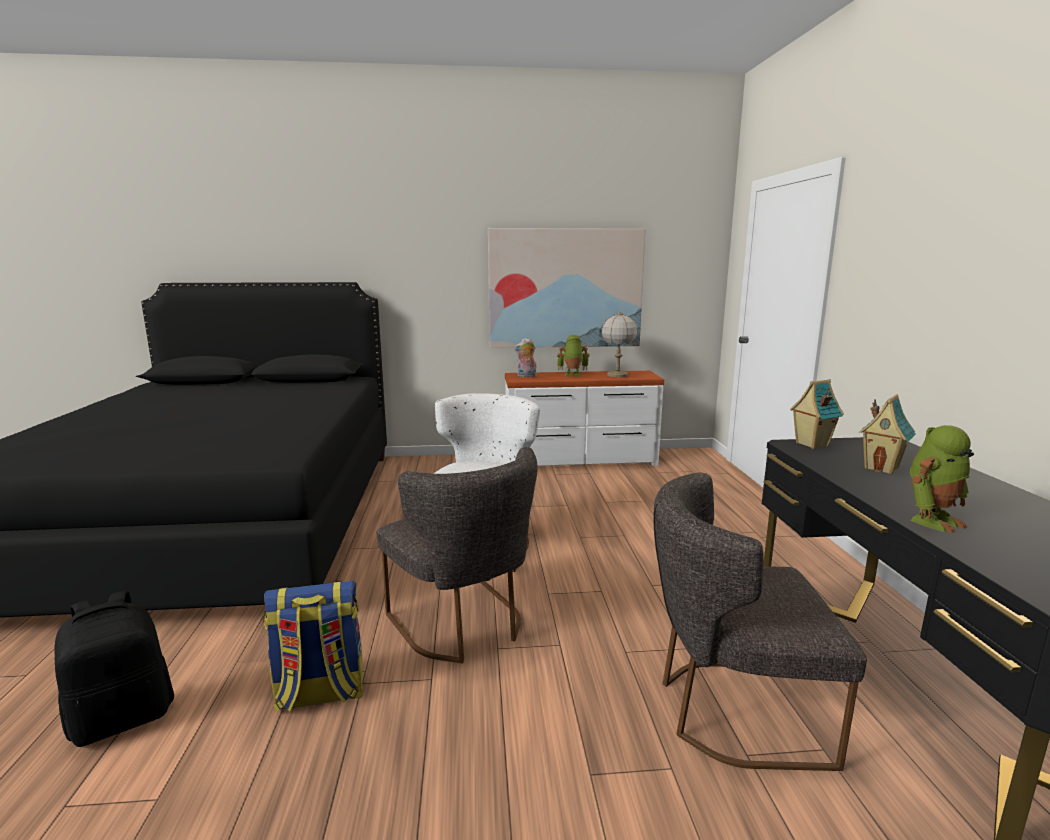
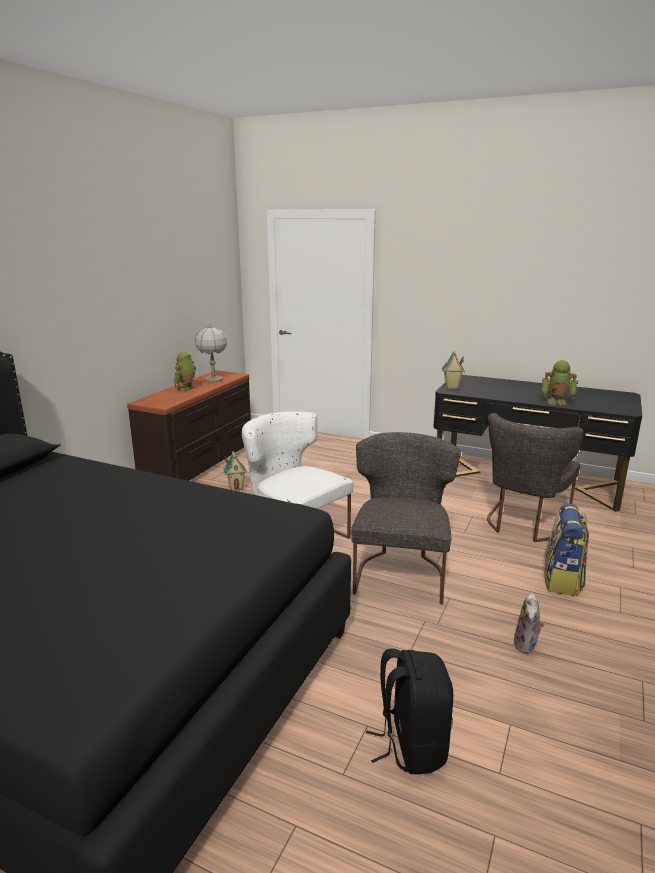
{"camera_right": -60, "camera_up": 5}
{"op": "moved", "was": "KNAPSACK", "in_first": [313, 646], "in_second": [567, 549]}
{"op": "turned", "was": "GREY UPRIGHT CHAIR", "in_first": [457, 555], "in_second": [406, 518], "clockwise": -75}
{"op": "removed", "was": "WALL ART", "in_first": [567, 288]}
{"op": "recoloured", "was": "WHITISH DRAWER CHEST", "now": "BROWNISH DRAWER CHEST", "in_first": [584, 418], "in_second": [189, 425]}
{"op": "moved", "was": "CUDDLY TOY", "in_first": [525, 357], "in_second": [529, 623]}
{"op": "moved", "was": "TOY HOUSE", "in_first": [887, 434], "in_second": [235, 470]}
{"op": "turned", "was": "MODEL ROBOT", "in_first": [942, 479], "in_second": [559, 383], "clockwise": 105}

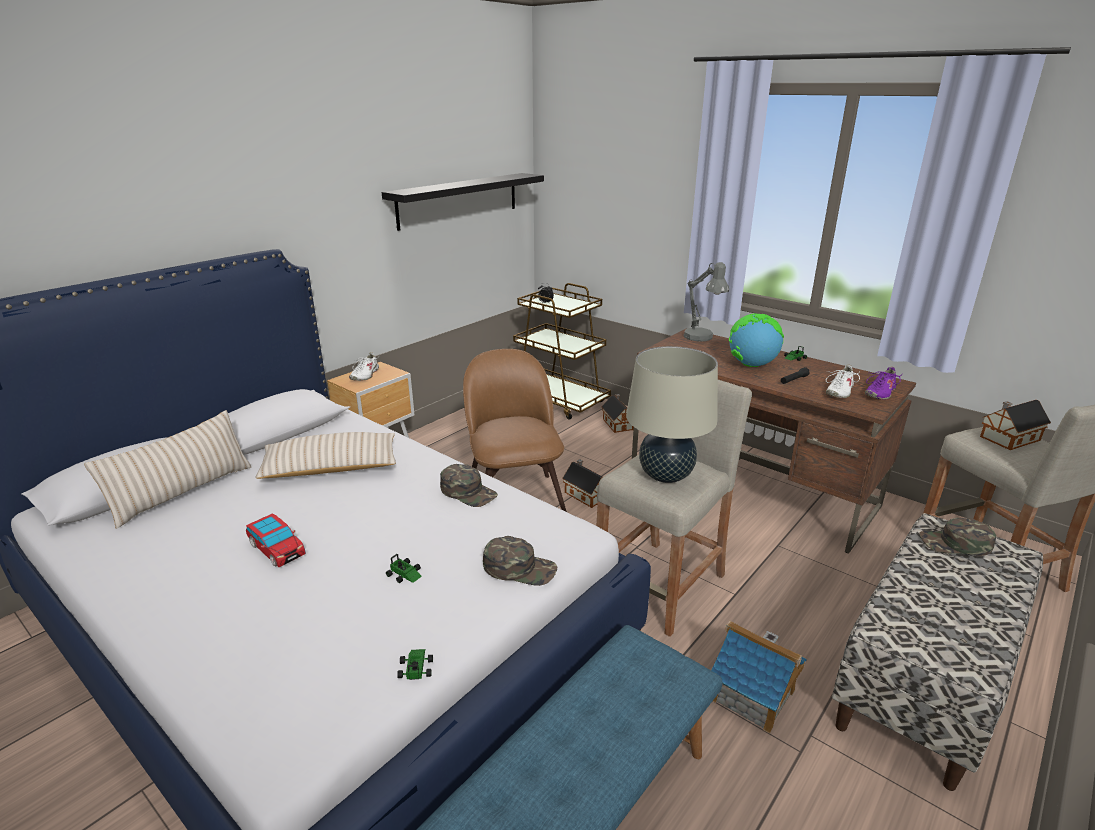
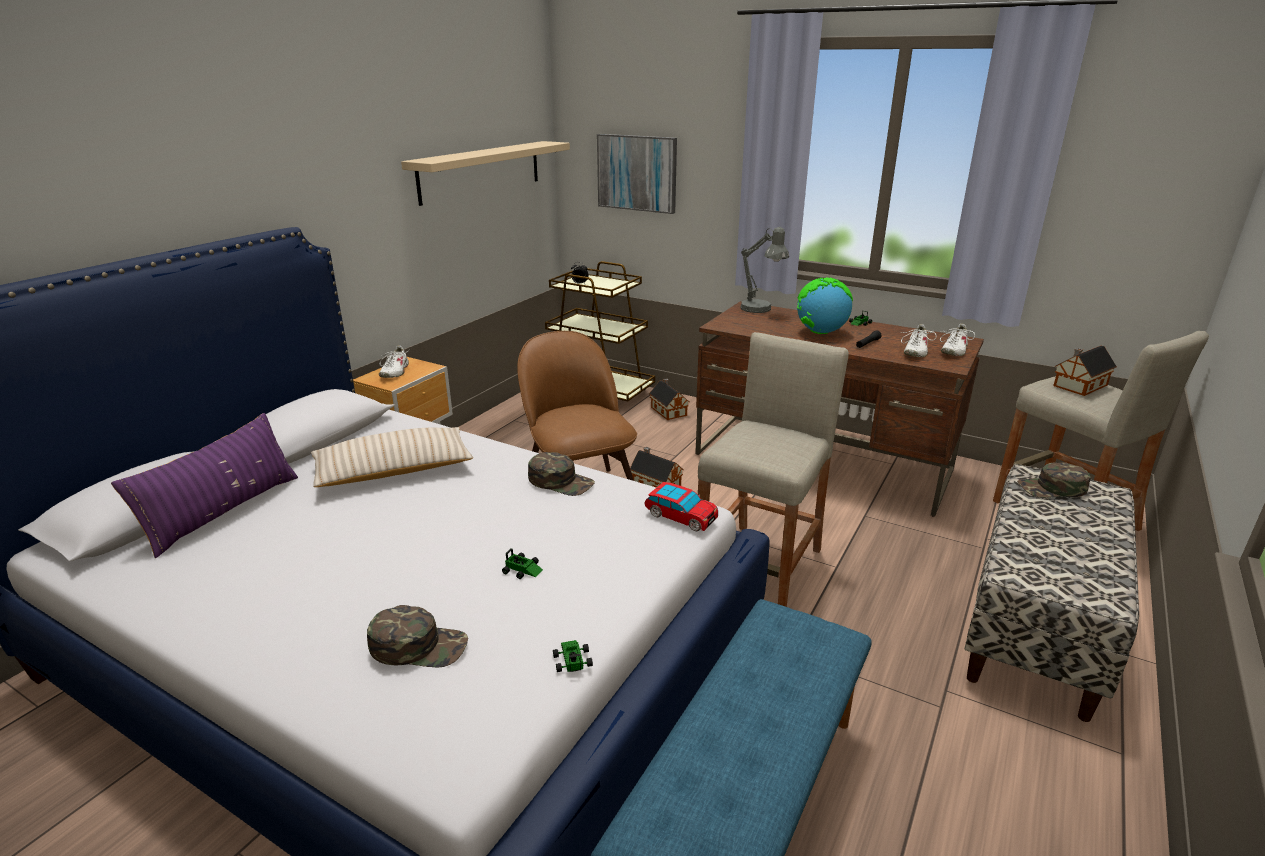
{"camera_right": -10, "camera_up": 0}
{"op": "recoloured", "was": "BEIGE-COLOURED PILLOW", "now": "PURPLE PILLOW", "in_first": [168, 469], "in_second": [204, 485]}
{"op": "moved", "was": "TOY CAR", "in_first": [276, 540], "in_second": [681, 506]}
{"op": "recoloured", "was": "BLACK-COLOURED BRACKET SHELF", "now": "BEIGE-COLOURED BRACKET SHELF", "in_first": [463, 202], "in_second": [485, 173]}
{"op": "moved", "was": "GREEN-COLOURED CAP", "in_first": [520, 561], "in_second": [417, 636]}
{"op": "removed", "was": "BEIGE-COLOURED LAMP FOR A TABLE", "in_first": [672, 414]}
{"op": "removed", "was": "TOY HOUSE", "in_first": [759, 677]}
{"op": "recoloured", "was": "PURPLE SHOE", "now": "WHITISH SHOE", "in_first": [883, 383], "in_second": [957, 339]}
{"op": "added", "now": "WALL ART", "in_second": [637, 174]}

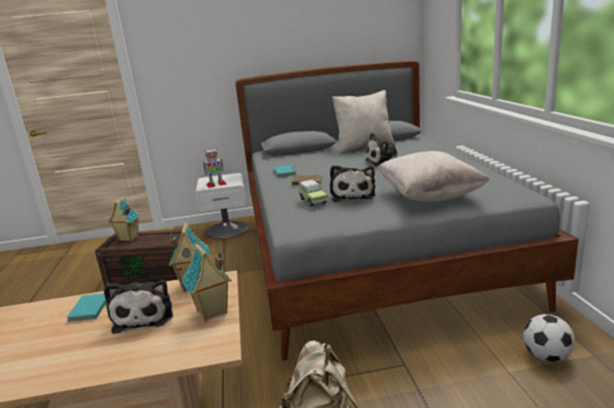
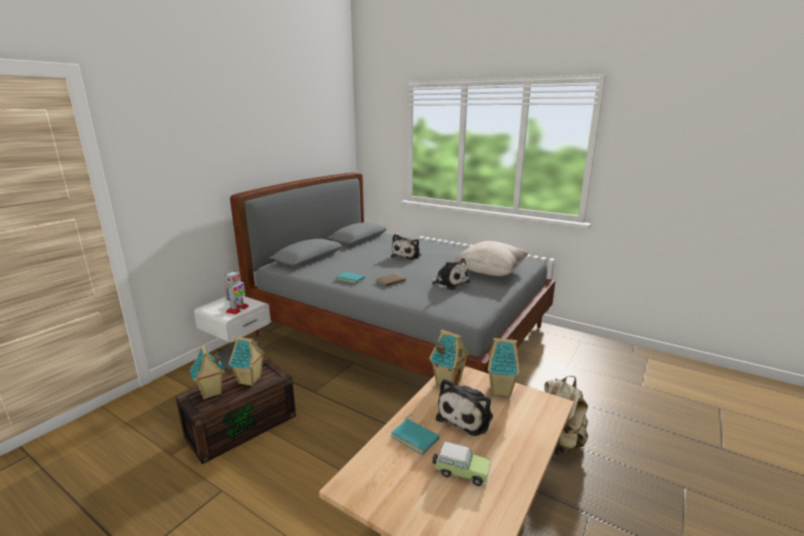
{"camera_right": -50, "camera_up": 0}
{"op": "turned", "was": "CUDDLY TOY", "in_first": [138, 307], "in_second": [464, 407], "clockwise": 90}
{"op": "moved", "was": "TOY CAR", "in_first": [313, 193], "in_second": [461, 464]}
{"op": "removed", "was": "BEIGE-COLOURED PILLOW", "in_first": [363, 122]}
{"op": "removed", "was": "FOOTBALL", "in_first": [549, 338]}
{"op": "added", "now": "TOY HOUSE", "in_second": [247, 361]}

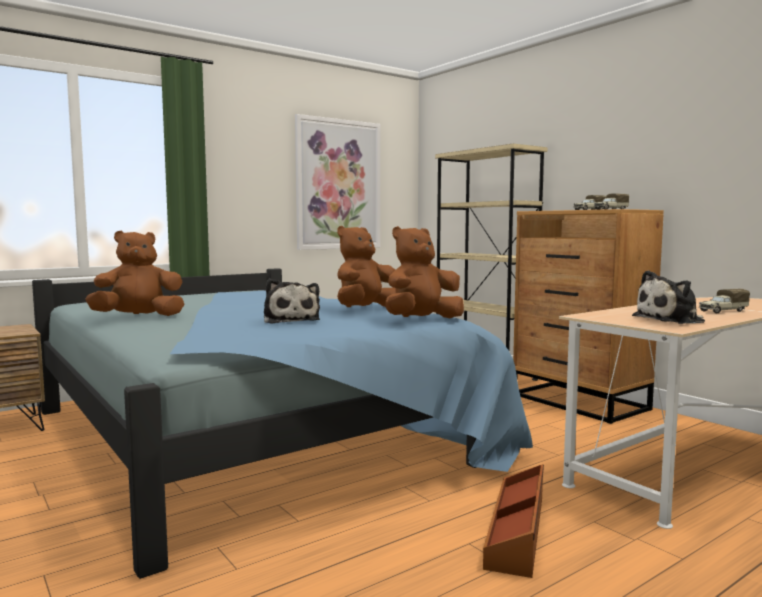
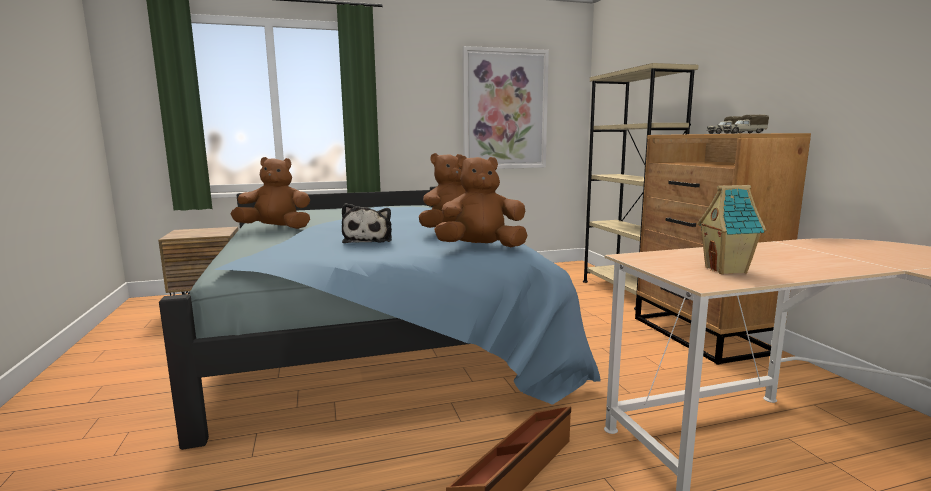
{"camera_right": 20, "camera_up": 5}
{"op": "replaced", "was": "CUDDLY TOY", "now": "TOY HOUSE", "in_first": [668, 297], "in_second": [731, 229]}
{"op": "removed", "was": "TOY TRUCK", "in_first": [724, 301]}

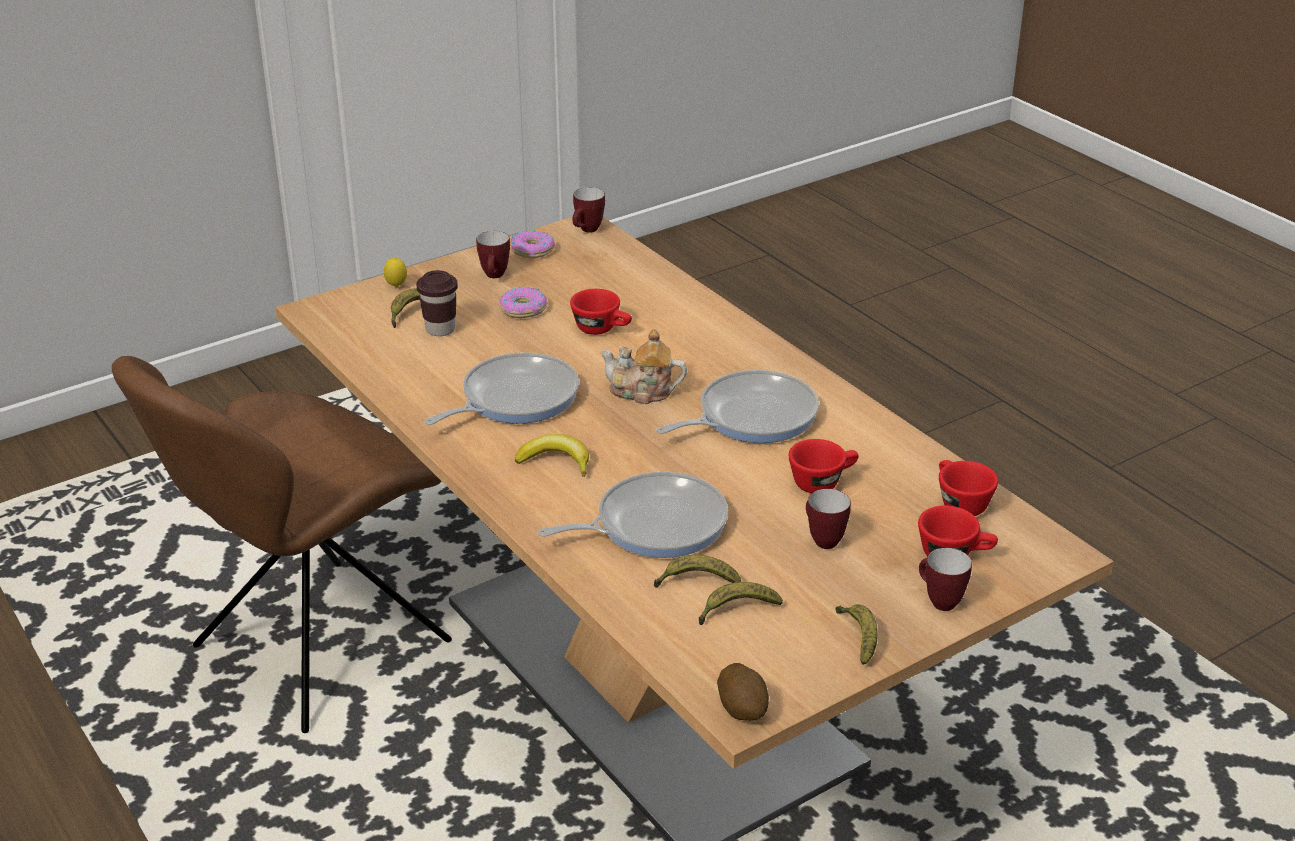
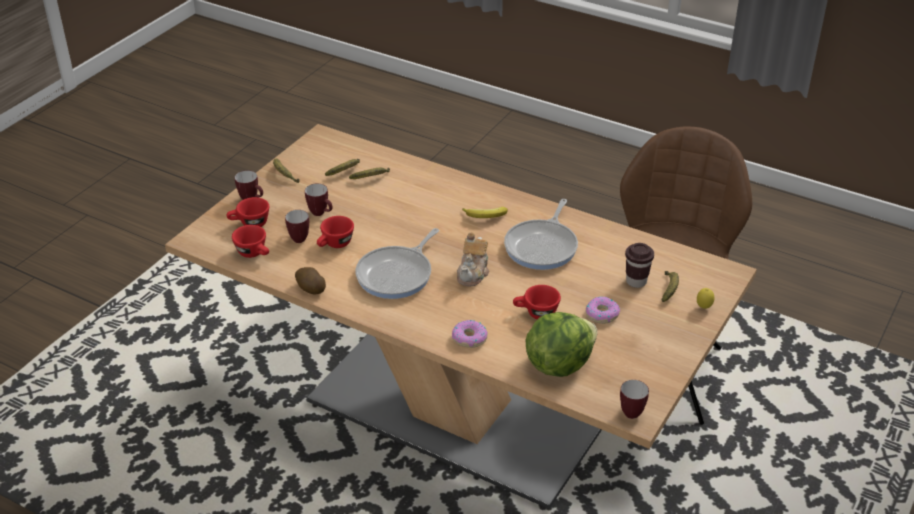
{"camera_right": 155, "camera_up": 5}
{"op": "moved", "was": "COFFEE MUG", "in_first": [493, 254], "in_second": [297, 226]}
{"op": "moved", "was": "DOUGHNUT", "in_first": [533, 244], "in_second": [470, 334]}
{"op": "removed", "was": "PAN", "in_first": [633, 515]}
{"op": "turned", "was": "TEAPOT", "in_first": [643, 366], "in_second": [473, 259], "clockwise": 120}
{"op": "moved", "was": "WHOLE POTATO", "in_first": [743, 692], "in_second": [310, 281]}
{"op": "added", "now": "LETTUCE", "in_second": [561, 344]}

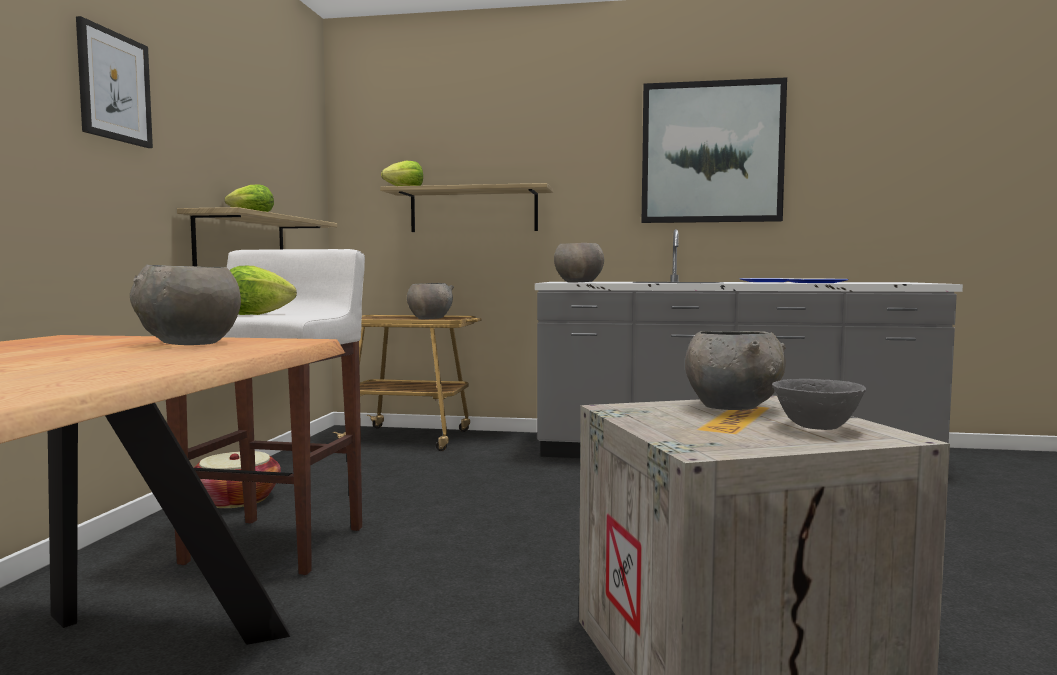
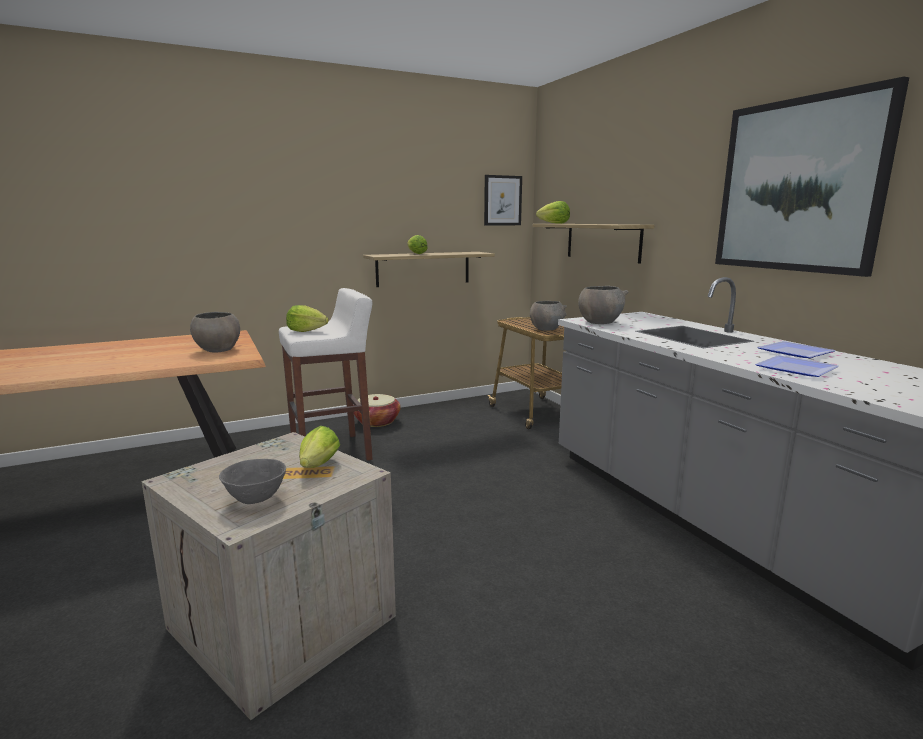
{"camera_right": 55, "camera_up": 10}
{"op": "moved", "was": "WALL ART", "in_first": [114, 82], "in_second": [503, 200]}
{"op": "replaced", "was": "GREY BOWL", "now": "LETTUCE", "in_first": [735, 370], "in_second": [319, 447]}

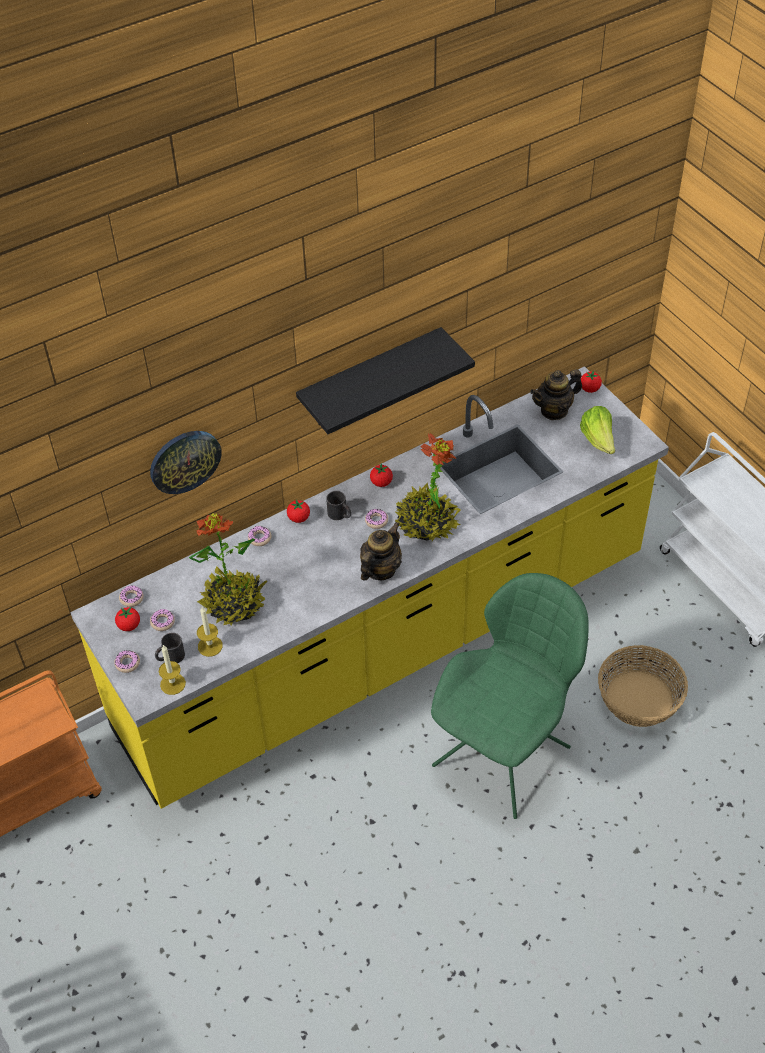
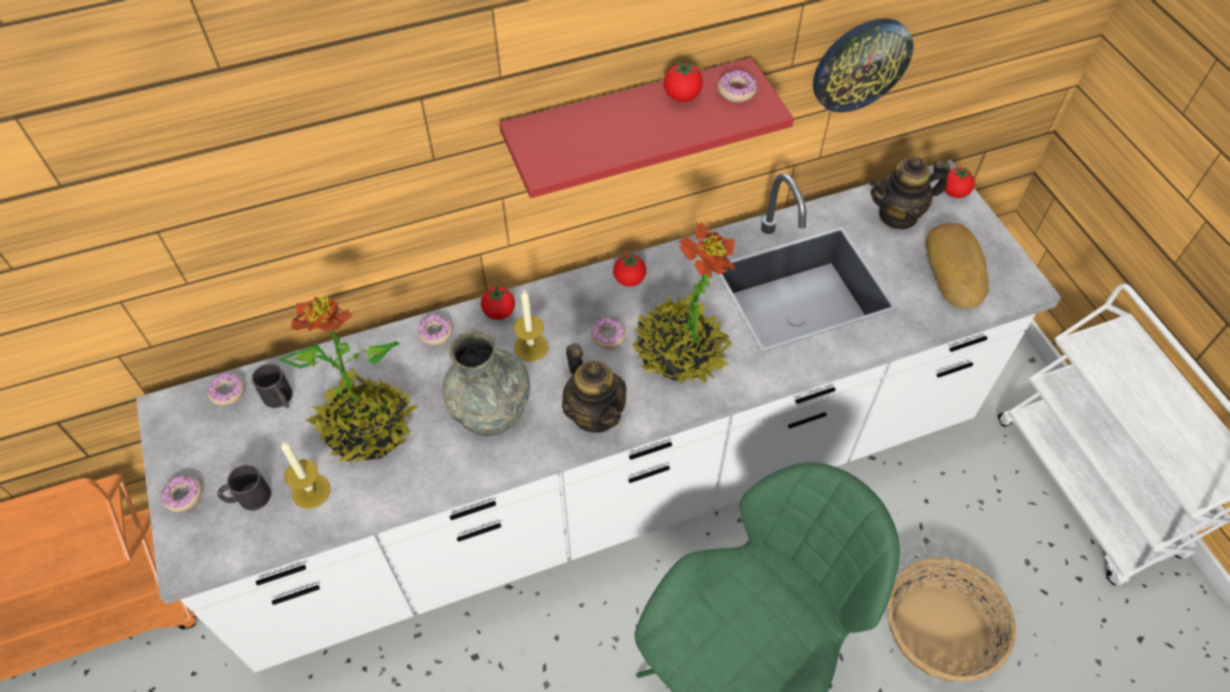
{"camera_right": 10, "camera_up": 5}
{"op": "recoloured", "was": "YELLOW-COLOURED KITCHEN COUNTER", "now": "WHITISH KITCHEN COUNTER", "in_first": [369, 587], "in_second": [598, 416]}
{"op": "moved", "was": "TOMATO", "in_first": [127, 619], "in_second": [683, 81]}
{"op": "moved", "was": "HANGING CLOCK", "in_first": [186, 462], "in_second": [863, 65]}
{"op": "moved", "was": "DOUGHNUT", "in_first": [162, 620], "in_second": [737, 86]}
{"op": "moved", "was": "WAX LIGHT", "in_first": [172, 670], "in_second": [531, 326]}
{"op": "recoloured", "was": "BLACK-COLOURED BRACKET SHELF", "now": "RED-COLOURED BRACKET SHELF", "in_first": [385, 380], "in_second": [646, 128]}
{"op": "moved", "was": "BLACK-COLOURED COFFEE MUG", "in_first": [338, 505], "in_second": [272, 385]}
{"op": "turned", "was": "TEAPOT", "in_first": [381, 551], "in_second": [594, 388], "clockwise": 105}
{"op": "replaced", "was": "LETTUCE", "now": "BAKED BREAD", "in_first": [597, 430], "in_second": [957, 266]}
{"op": "added", "now": "GREY VASE", "in_second": [486, 383]}

